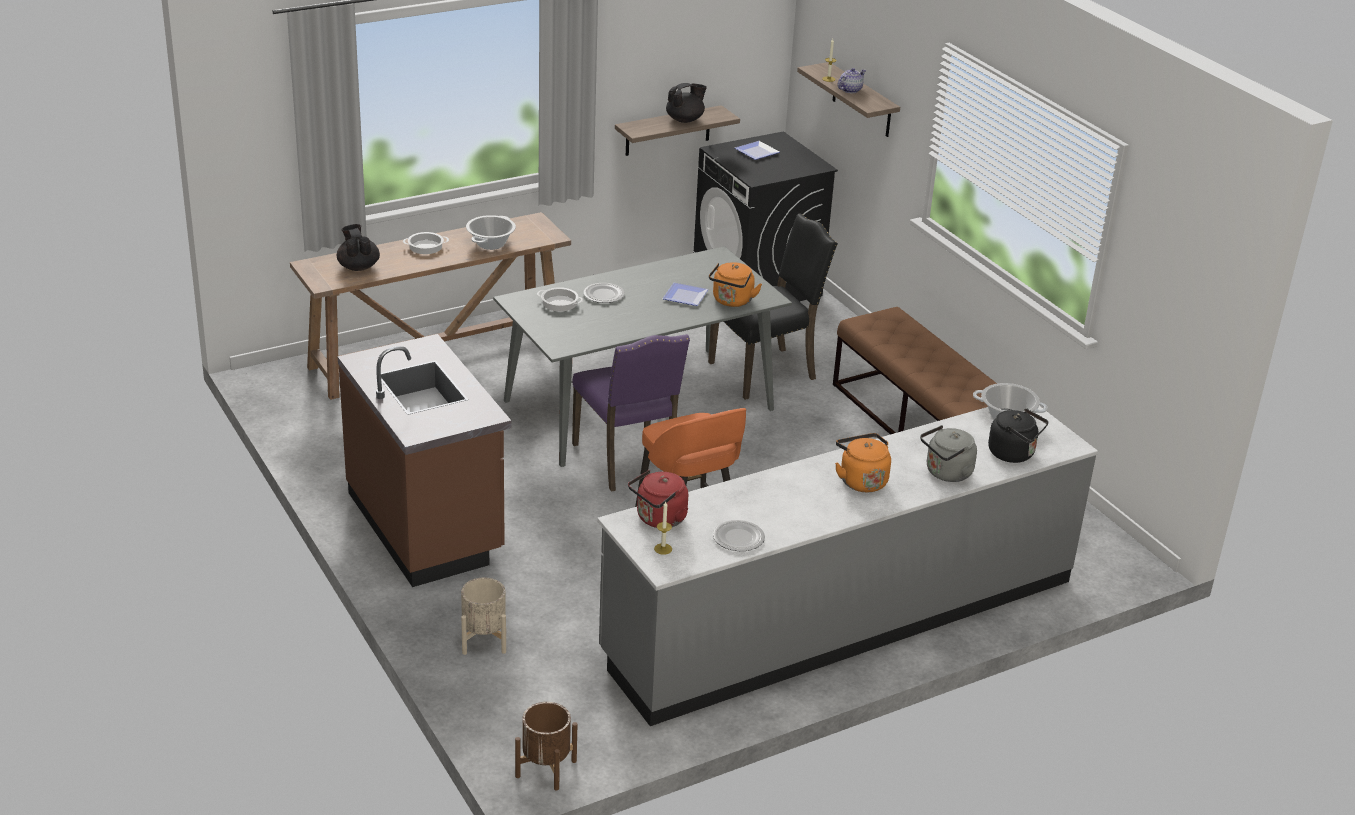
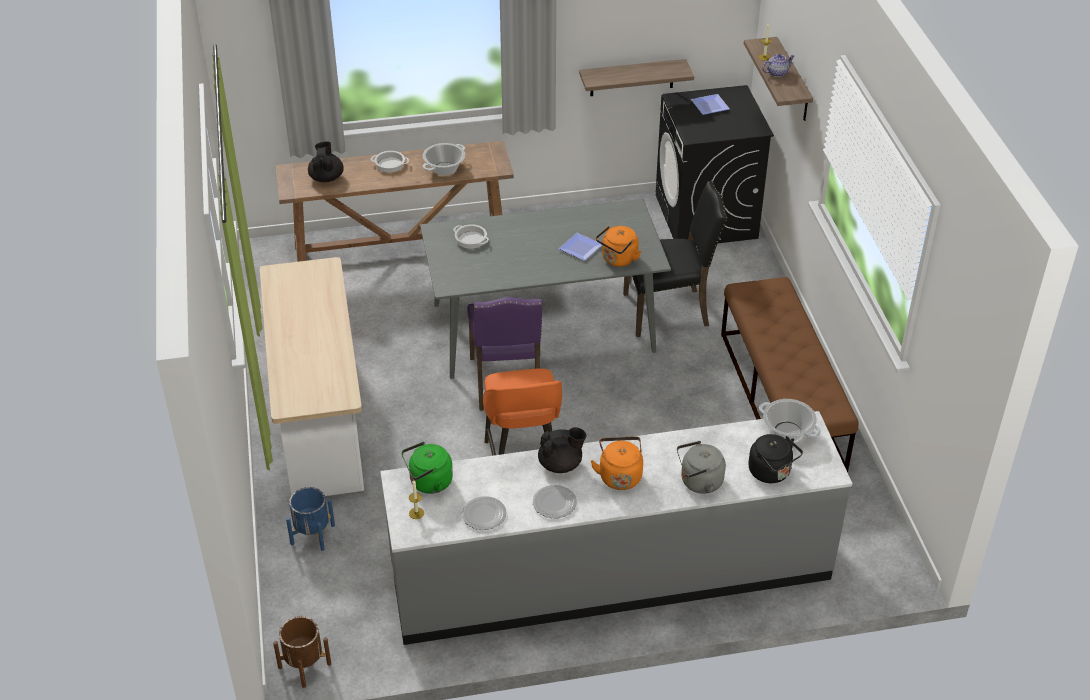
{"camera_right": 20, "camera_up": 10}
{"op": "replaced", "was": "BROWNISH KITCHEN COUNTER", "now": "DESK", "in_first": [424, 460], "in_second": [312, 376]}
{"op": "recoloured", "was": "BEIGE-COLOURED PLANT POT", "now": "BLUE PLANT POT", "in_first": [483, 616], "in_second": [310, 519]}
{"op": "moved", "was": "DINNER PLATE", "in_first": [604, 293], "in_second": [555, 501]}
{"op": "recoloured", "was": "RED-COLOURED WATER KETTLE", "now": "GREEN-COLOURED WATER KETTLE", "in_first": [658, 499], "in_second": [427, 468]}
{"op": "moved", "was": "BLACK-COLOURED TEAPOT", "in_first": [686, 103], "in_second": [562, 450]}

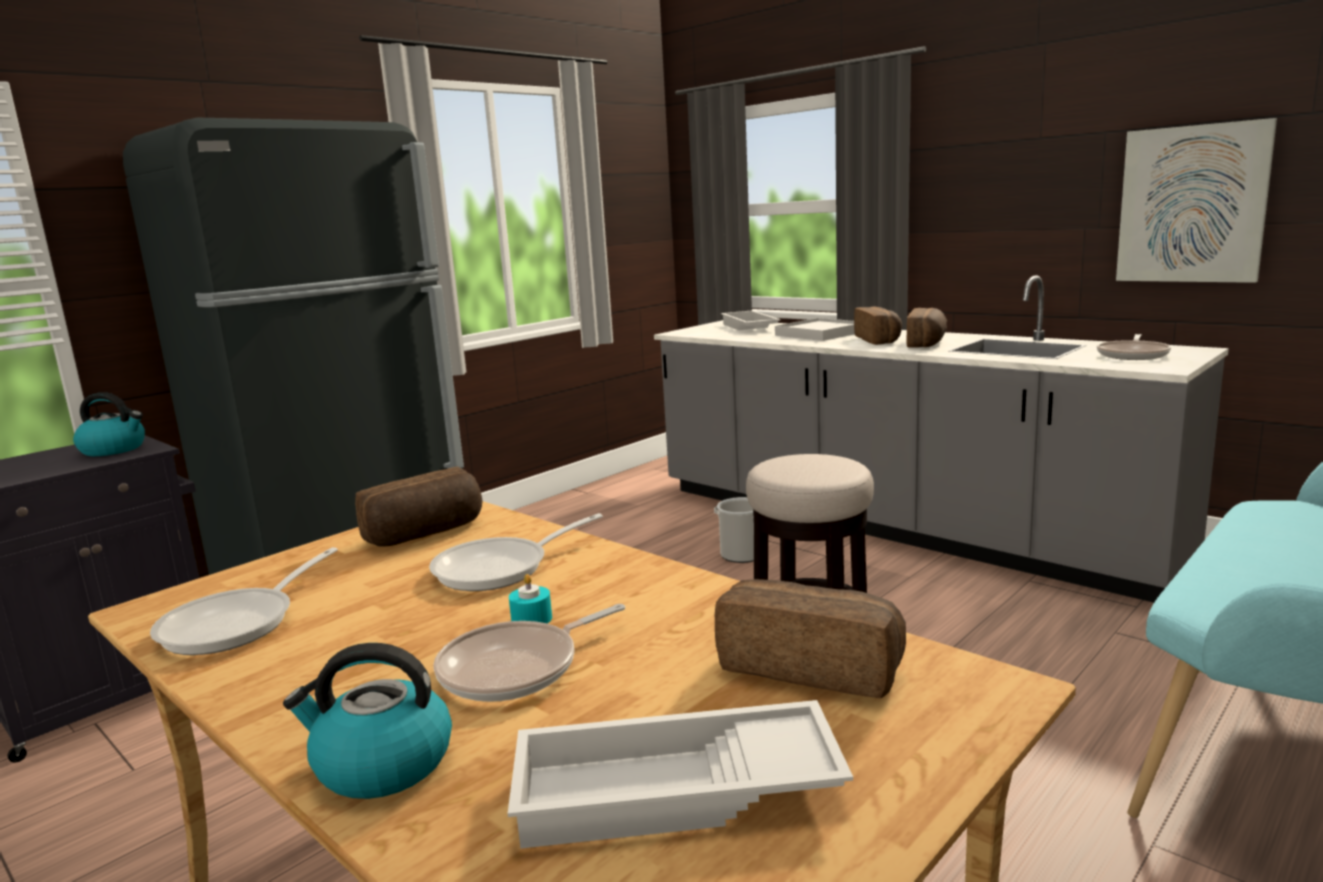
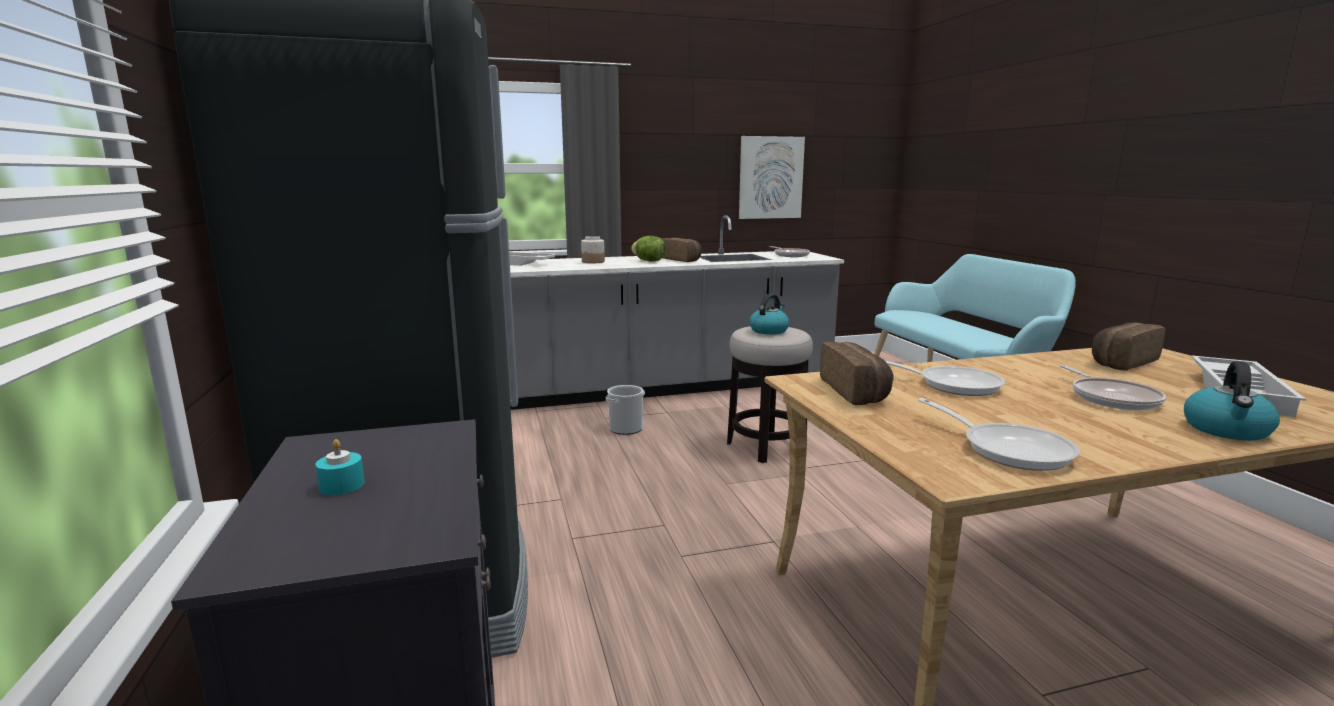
{"camera_right": -60, "camera_up": 0}
{"op": "moved", "was": "WATER KETTLE", "in_first": [109, 424], "in_second": [769, 314]}
{"op": "turned", "was": "PAN", "in_first": [516, 552], "in_second": [945, 378], "clockwise": -60}
{"op": "moved", "was": "BLUE-GREEN WAX LIGHT", "in_first": [530, 599], "in_second": [340, 467]}
{"op": "replaced", "was": "WHITISH SERVING TRAY", "now": "PRESERVE JAR", "in_first": [815, 329], "in_second": [593, 249]}
{"op": "replaced", "was": "BAKED BREAD", "now": "LETTUCE", "in_first": [878, 326], "in_second": [648, 249]}

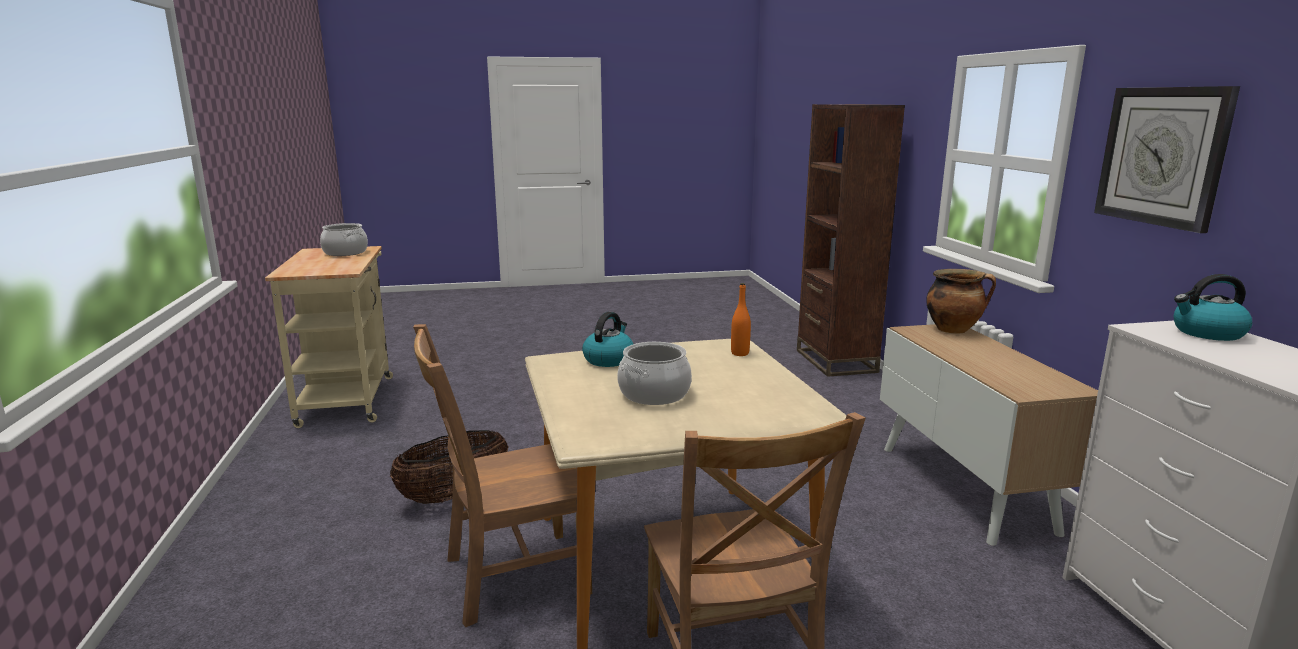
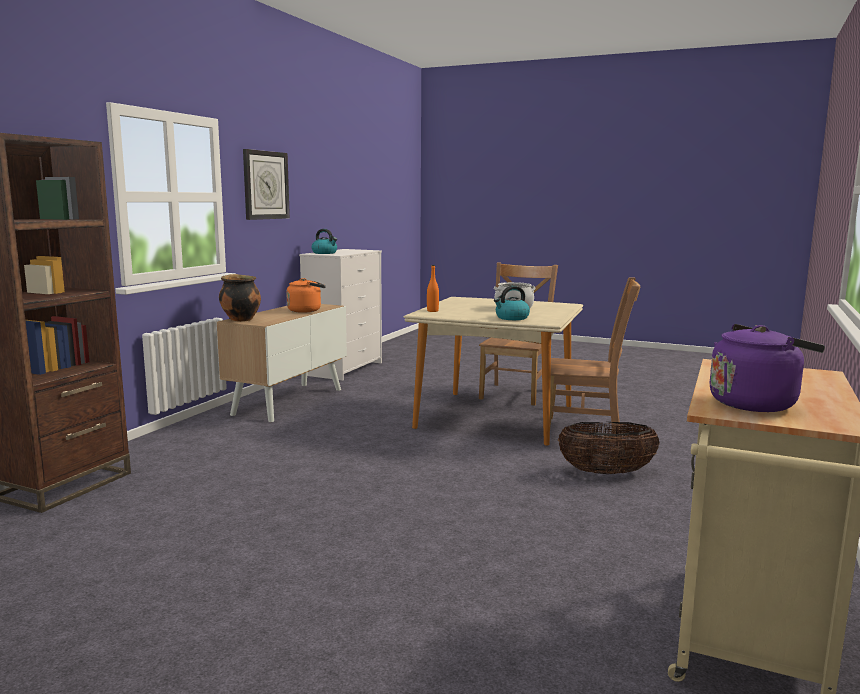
{"camera_right": -145, "camera_up": -5}
{"op": "replaced", "was": "STOCKPOT", "now": "PURPLE WATER KETTLE", "in_first": [344, 239], "in_second": [767, 368]}
{"op": "added", "now": "ORANGEY WATER KETTLE", "in_second": [306, 295]}

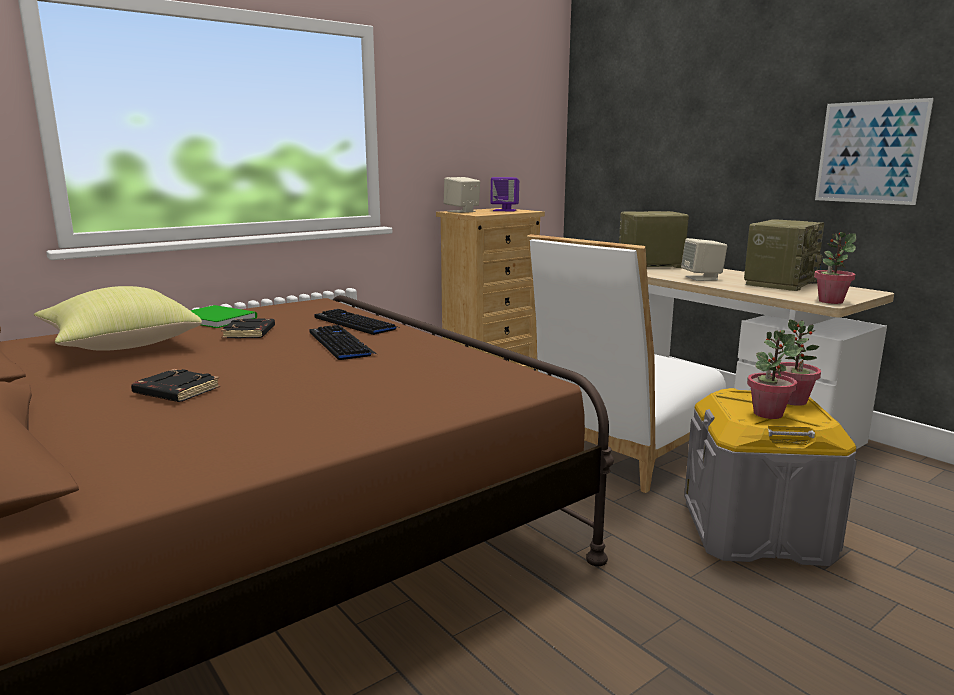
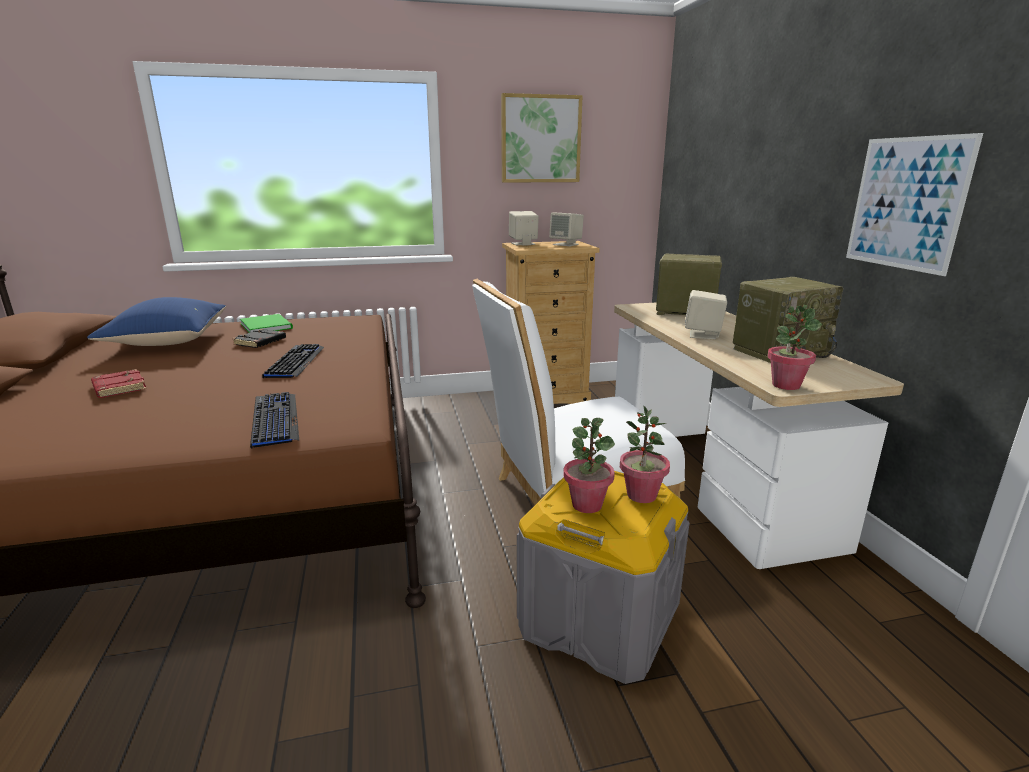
{"camera_right": 25, "camera_up": 5}
{"op": "recoloured", "was": "YELLOW-COLOURED PILLOW", "now": "BLUE PILLOW", "in_first": [118, 318], "in_second": [156, 321]}
{"op": "recoloured", "was": "BLACK-COLOURED BOOK", "now": "RED-COLOURED BOOK", "in_first": [175, 385], "in_second": [118, 383]}
{"op": "moved", "was": "KEYBOARD", "in_first": [358, 322], "in_second": [274, 420]}
{"op": "recoloured", "was": "PURPLE SPEAKER", "now": "BEIGE-COLOURED SPEAKER", "in_first": [504, 194], "in_second": [566, 229]}
{"op": "added", "now": "WALL ART", "in_second": [542, 138]}

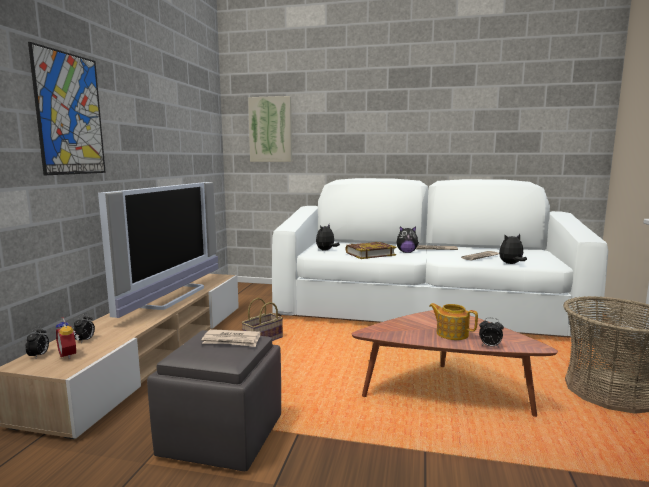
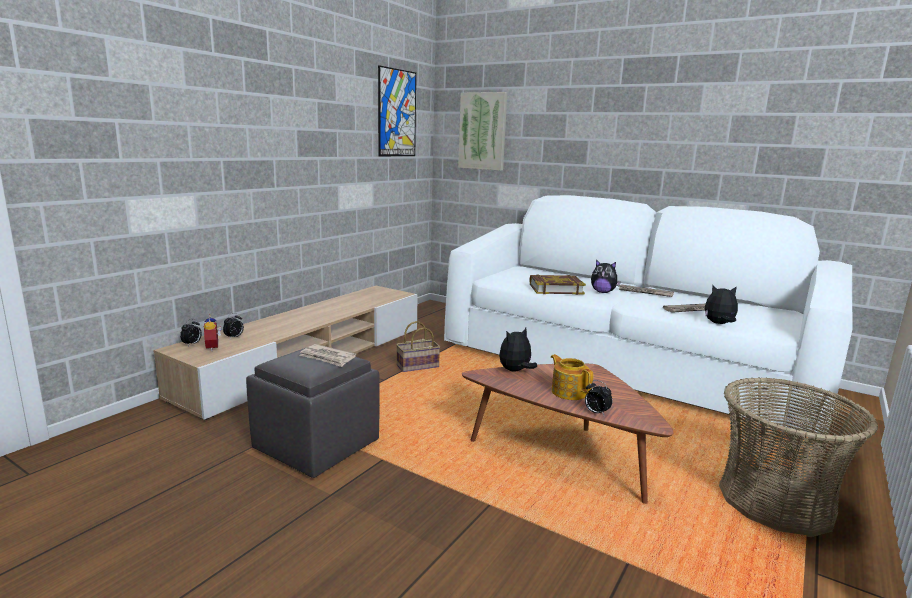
{"camera_right": 20, "camera_up": 5}
{"op": "moved", "was": "WALL ART", "in_first": [67, 108], "in_second": [397, 110]}
{"op": "removed", "was": "TELEVISION", "in_first": [158, 250]}
{"op": "moved", "was": "CUDDLY TOY", "in_first": [328, 237], "in_second": [518, 349]}

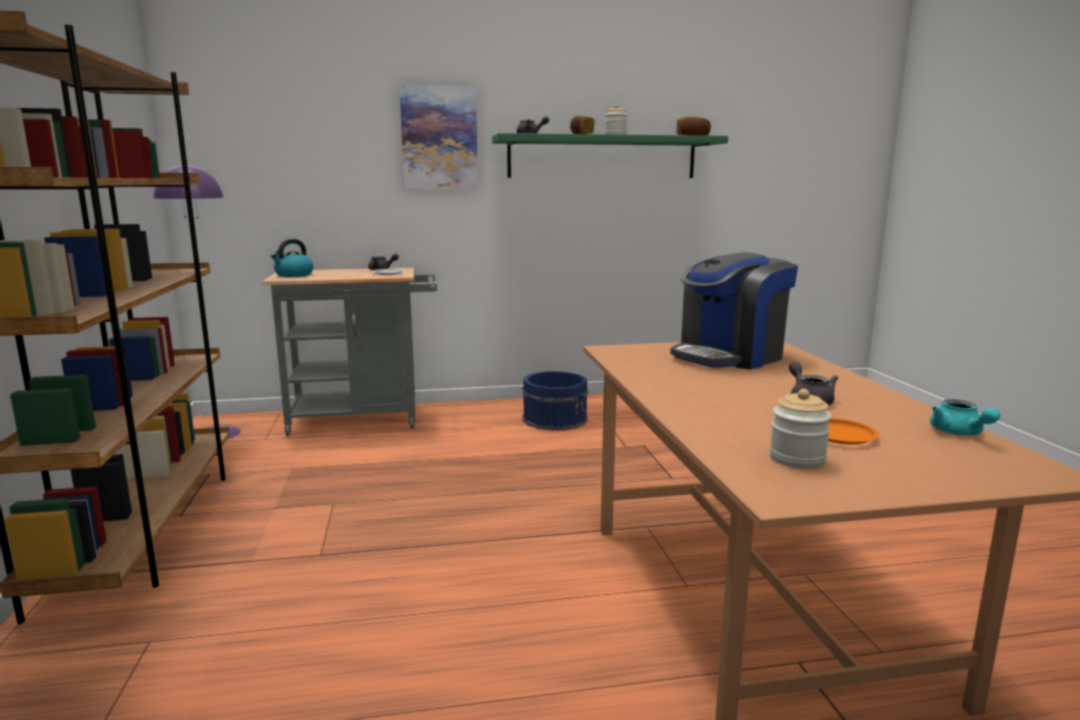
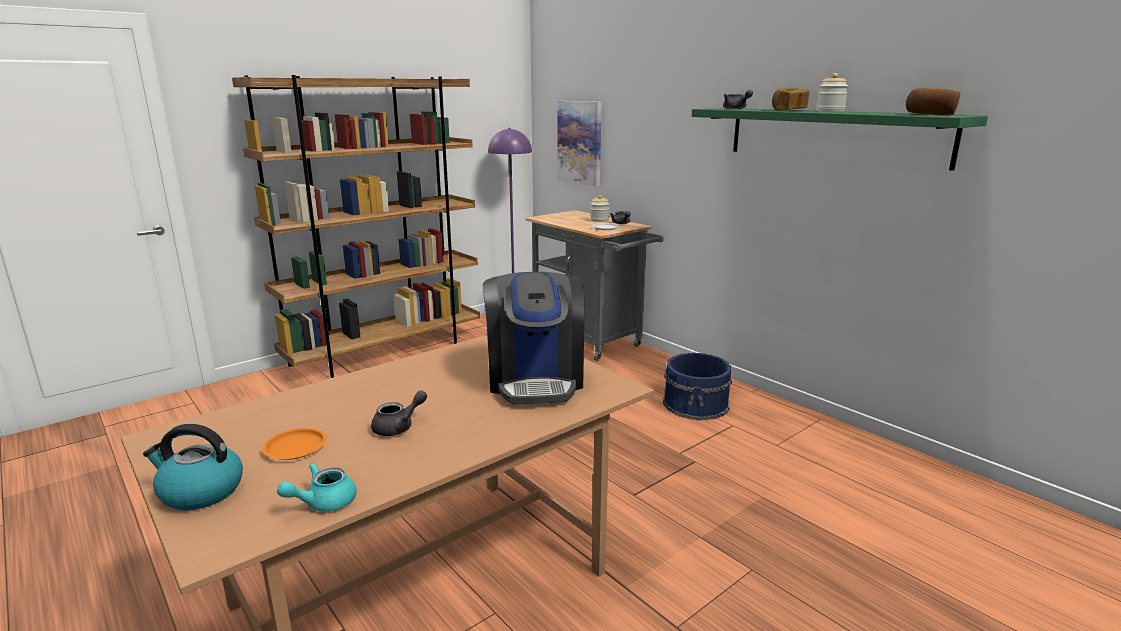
{"camera_right": 60, "camera_up": 5}
{"op": "moved", "was": "WATER KETTLE", "in_first": [292, 258], "in_second": [193, 467]}
{"op": "moved", "was": "WALL ART", "in_first": [438, 137], "in_second": [580, 143]}
{"op": "turned", "was": "COFFEE MAKER", "in_first": [734, 310], "in_second": [533, 338], "clockwise": -120}
{"op": "moved", "was": "PRESERVE JAR", "in_first": [800, 429], "in_second": [599, 208]}

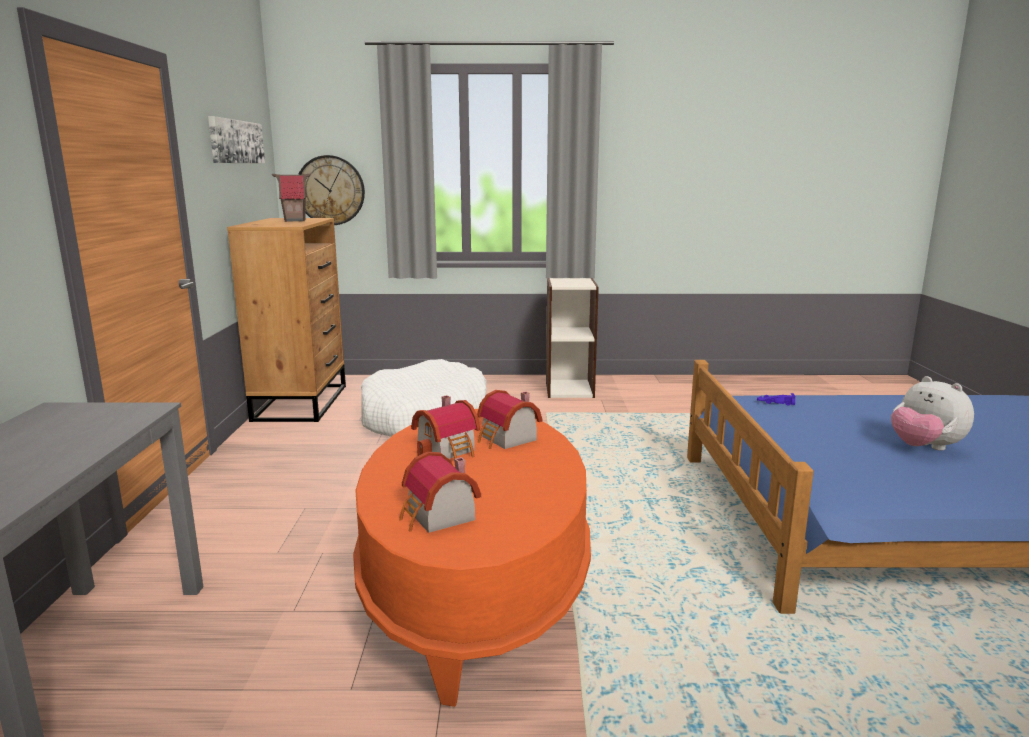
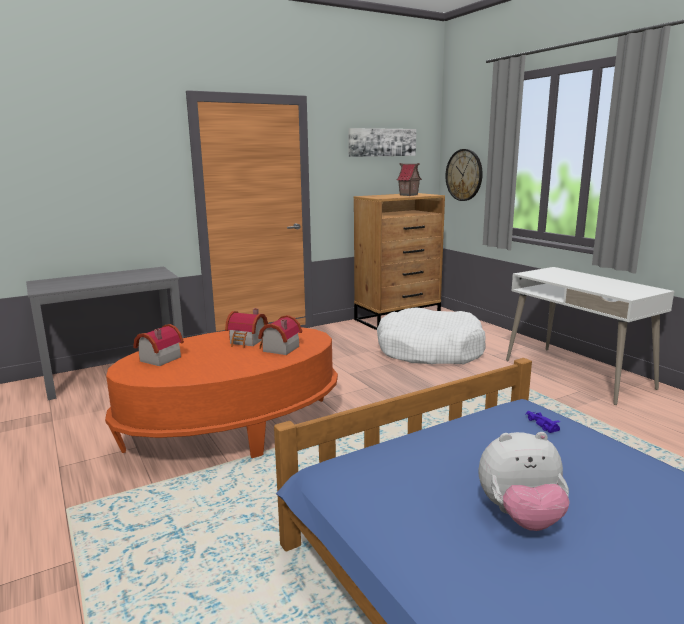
{"camera_right": 60, "camera_up": 0}
{"op": "replaced", "was": "BOOKCASE", "now": "WHITISH DESK", "in_first": [572, 338], "in_second": [590, 336]}
{"op": "turned", "was": "CUDDLY TOY", "in_first": [932, 413], "in_second": [524, 481], "clockwise": -120}

